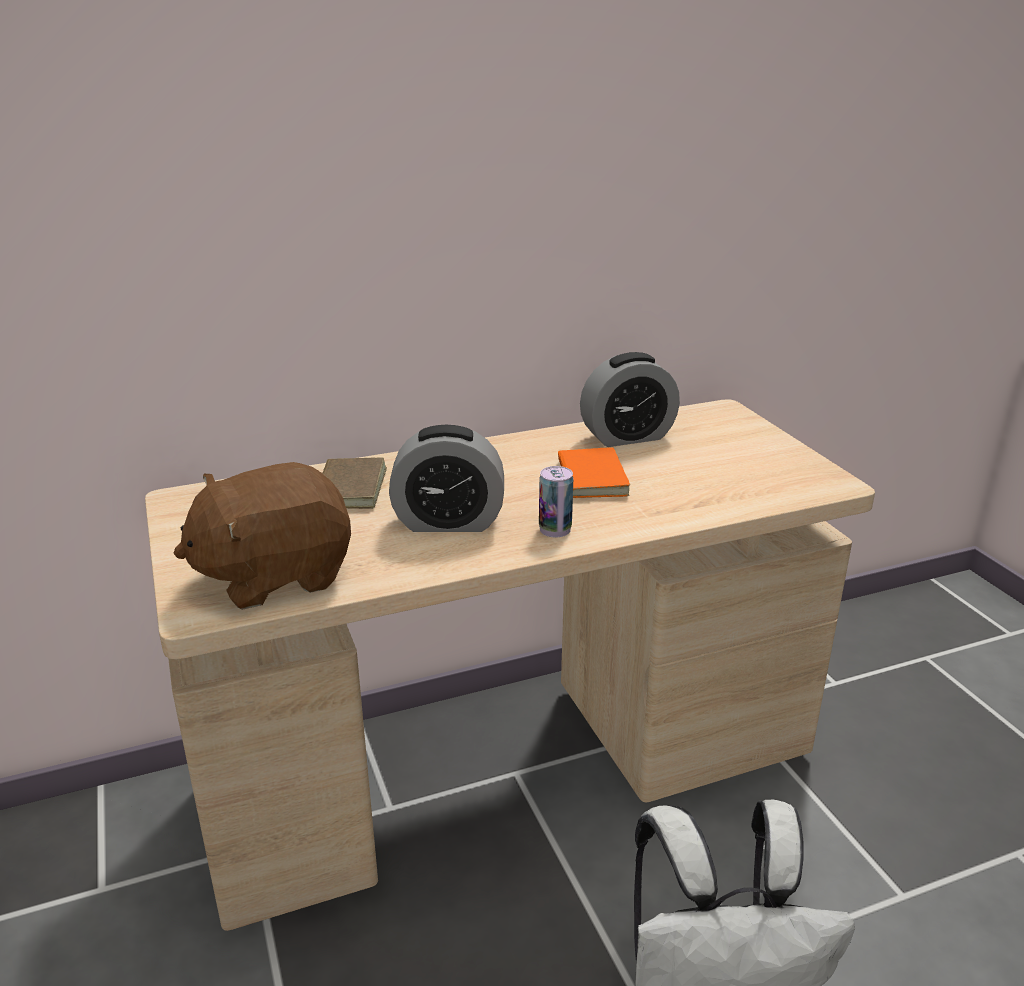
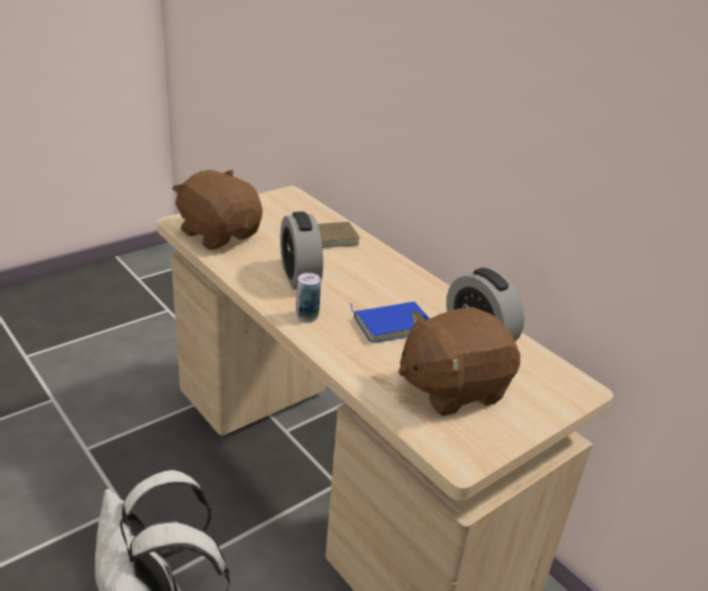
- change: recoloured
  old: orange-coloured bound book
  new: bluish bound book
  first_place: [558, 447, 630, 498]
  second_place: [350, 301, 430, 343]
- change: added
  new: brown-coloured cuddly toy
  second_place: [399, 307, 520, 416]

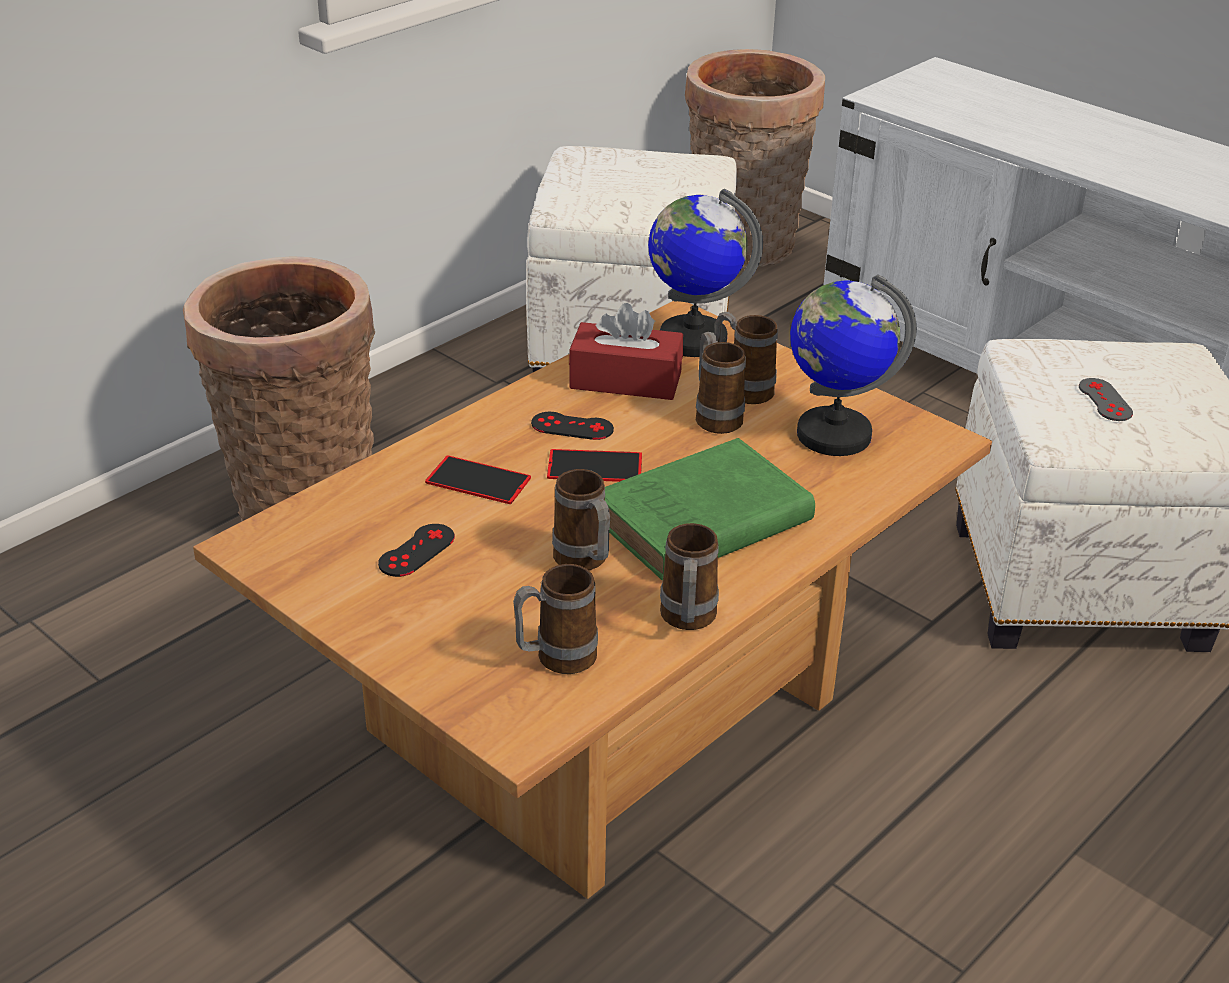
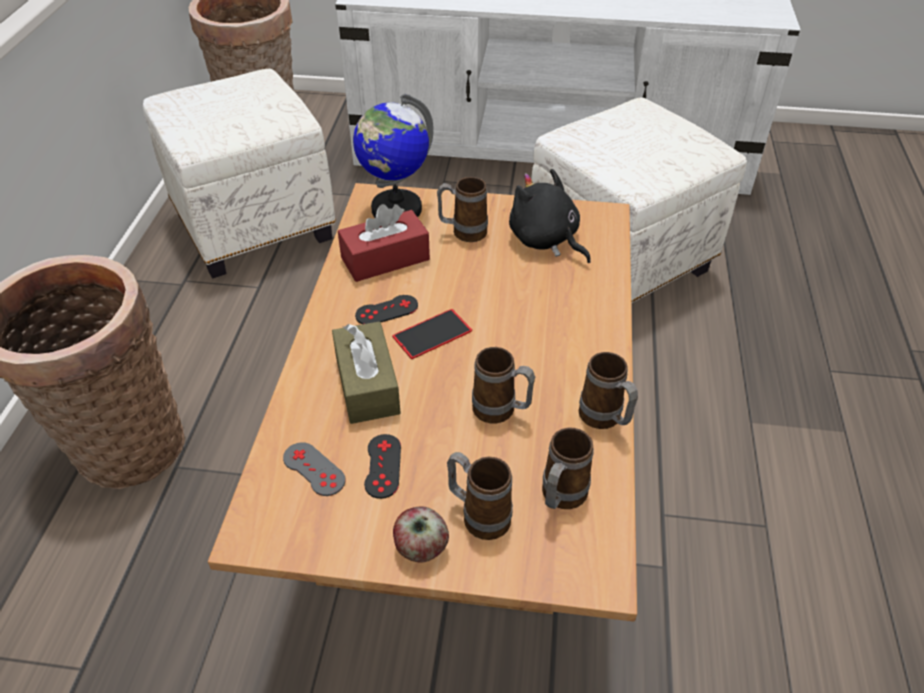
- change: replaced
  old: world globe
  new: black-coloured cuddly toy
  first_place: [790, 275, 917, 456]
  second_place: [509, 169, 591, 263]
- change: moved
  old: coffee mug
  first_place: [696, 332, 746, 434]
  second_place: [447, 452, 513, 540]
- change: moved
  old: grey gamepad
  first_place: [1079, 378, 1133, 421]
  second_place: [283, 442, 346, 496]
- change: removed
  old: green bound book
  first_place: [605, 438, 815, 581]
- change: replaced
  old: phone
  new: brown-coloured box of tissues
  first_place: [425, 456, 531, 504]
  second_place: [332, 321, 401, 424]
- change: added
  new: apple
  second_place: [393, 507, 449, 563]

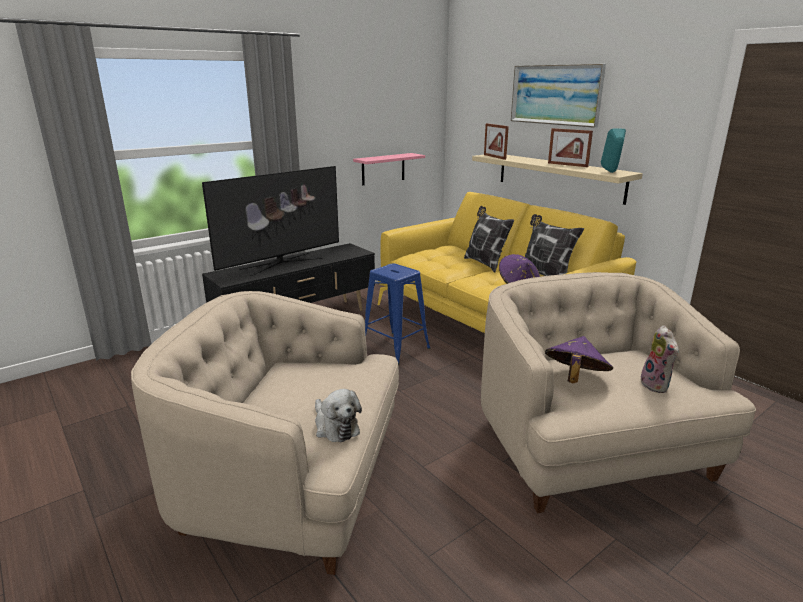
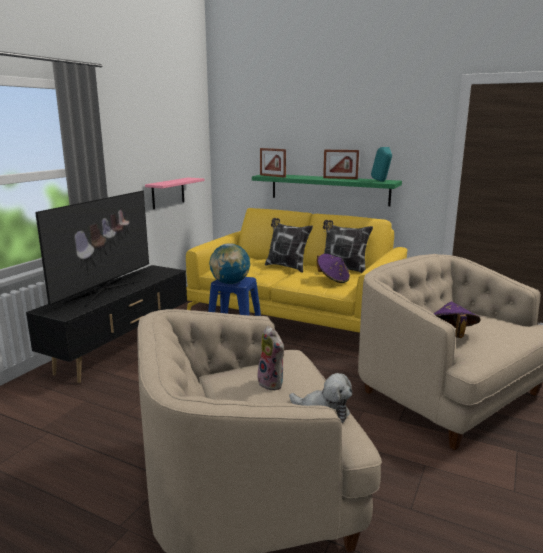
- change: removed
  old: picture
  first_place: [511, 64, 606, 128]
- change: recoloured
  old: beige shelf
  new: green shelf
  first_place: [472, 155, 643, 205]
  second_place: [252, 175, 402, 206]
- change: moved
  old: cuddly toy
  first_place: [641, 325, 679, 393]
  second_place: [258, 326, 284, 390]
- change: added
  new: world globe
  second_place: [209, 243, 250, 284]

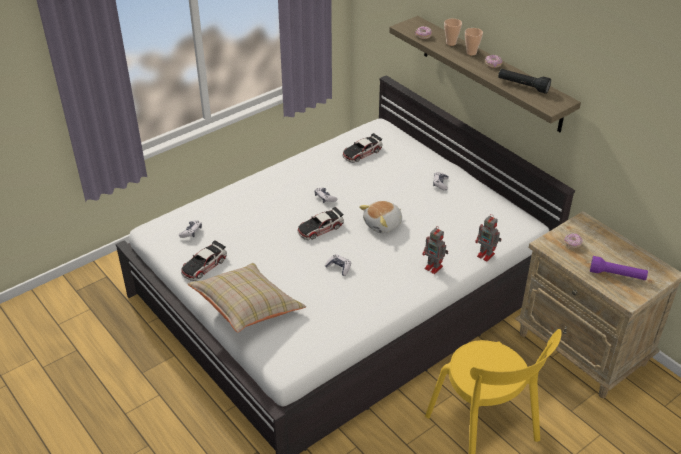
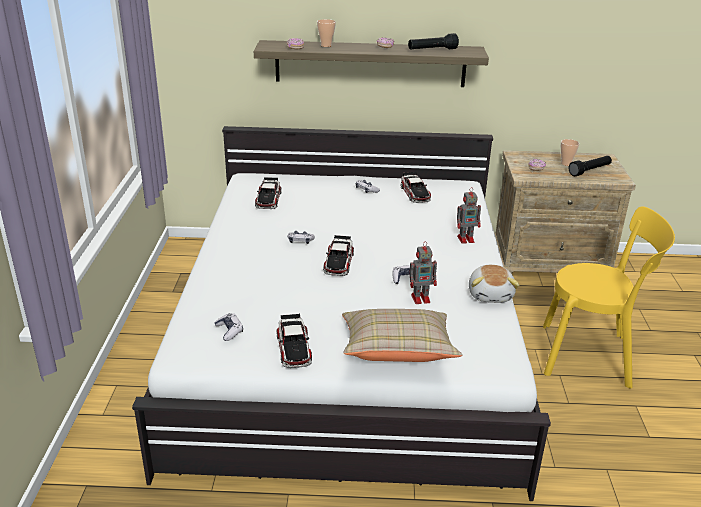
- change: moved
  old: drinking cup
  first_place: [465, 28, 483, 55]
  second_place: [561, 139, 579, 166]
- change: moved
  old: cuddly toy
  first_place: [359, 201, 402, 234]
  second_place: [469, 265, 520, 303]
- change: moved
  old: robot figure
  first_place: [475, 214, 502, 262]
  second_place: [410, 241, 437, 304]
- change: recoloured
  old: purple flashlight
  new: black-coloured flashlight
  first_place: [590, 256, 648, 280]
  second_place: [569, 156, 612, 176]
- change: added
  new: model car
  second_place: [401, 172, 431, 203]

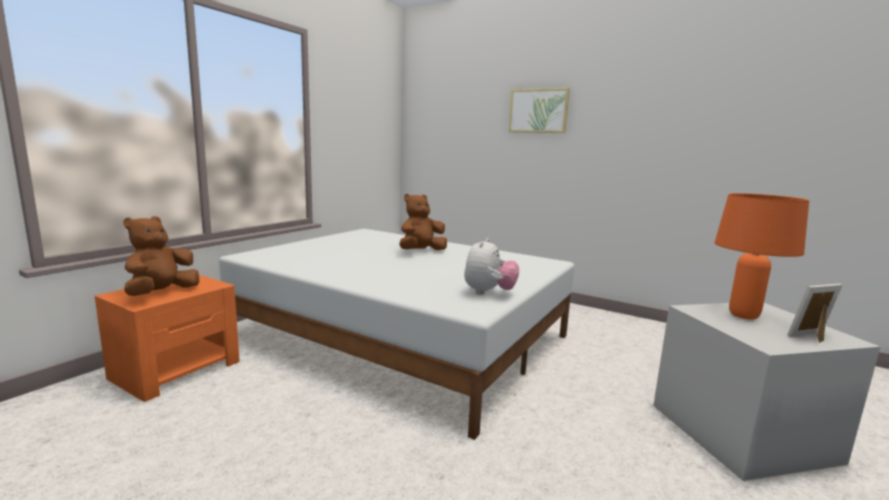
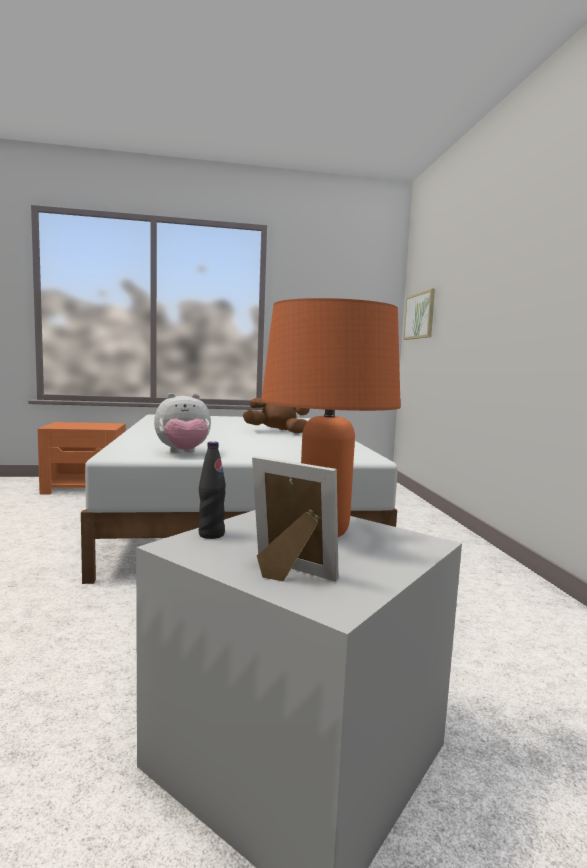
- change: moved
  old: picture
  first_place: [509, 88, 570, 133]
  second_place: [403, 288, 435, 340]
- change: removed
  old: brown-coloured cuddly toy
  first_place: [123, 216, 199, 296]
- change: added
  new: black-coloured bottle
  second_place: [199, 441, 226, 539]

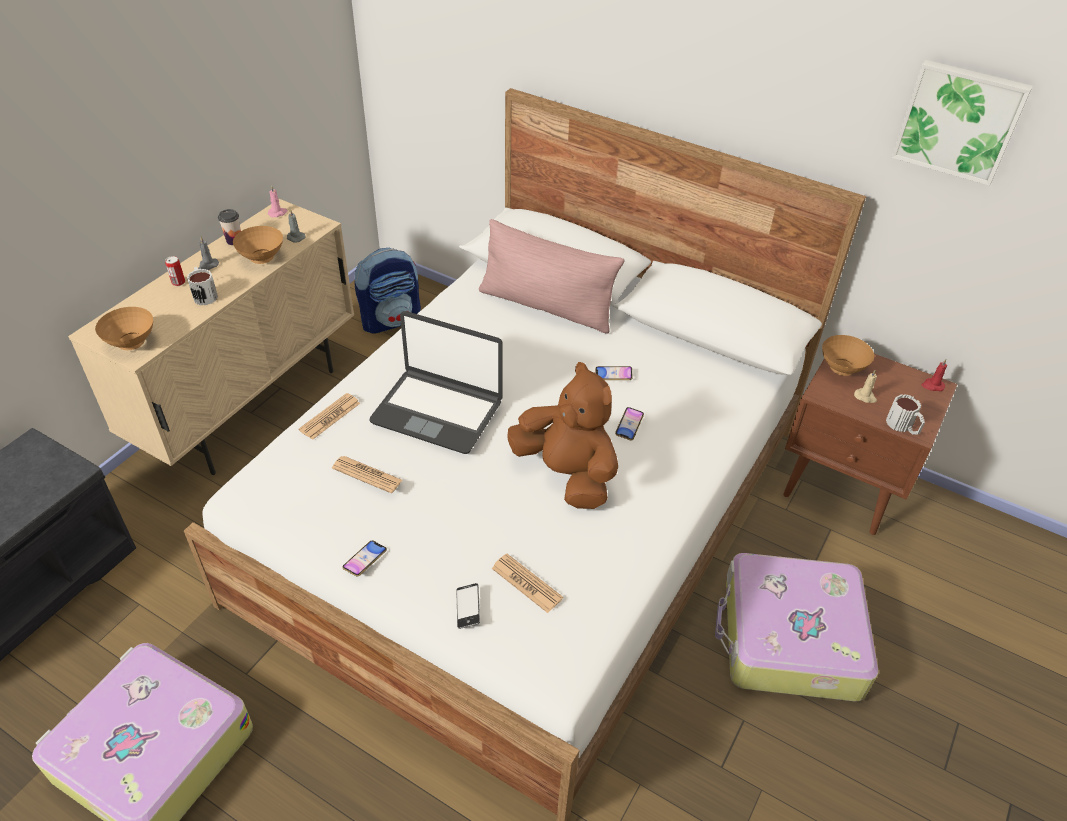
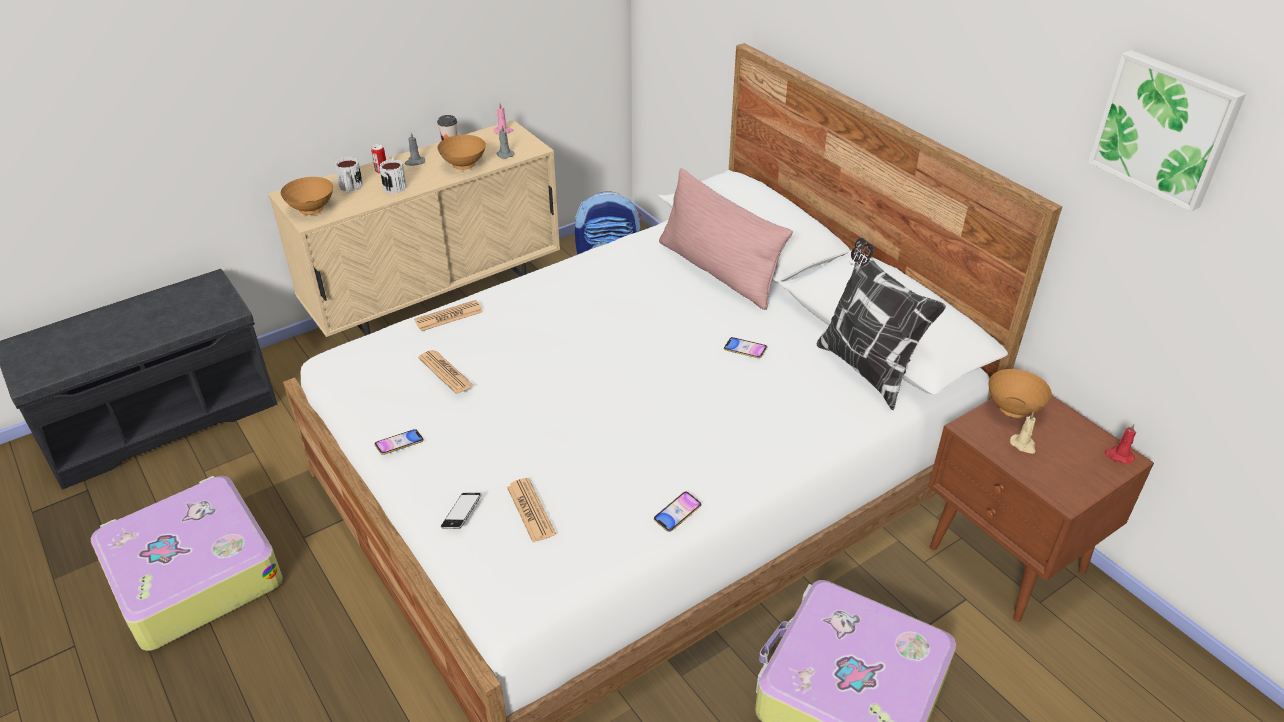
- change: removed
  old: portable computer
  first_place: [369, 311, 502, 454]
- change: removed
  old: brown-coloured cuddly toy
  first_place: [507, 362, 618, 509]
- change: moved
  old: coffee mug
  first_place: [886, 394, 925, 435]
  second_place: [335, 157, 363, 194]
- change: moved
  old: phone
  first_place: [615, 407, 644, 440]
  second_place: [654, 492, 701, 532]
- change: added
  new: throw pillow
  second_place: [817, 238, 946, 410]

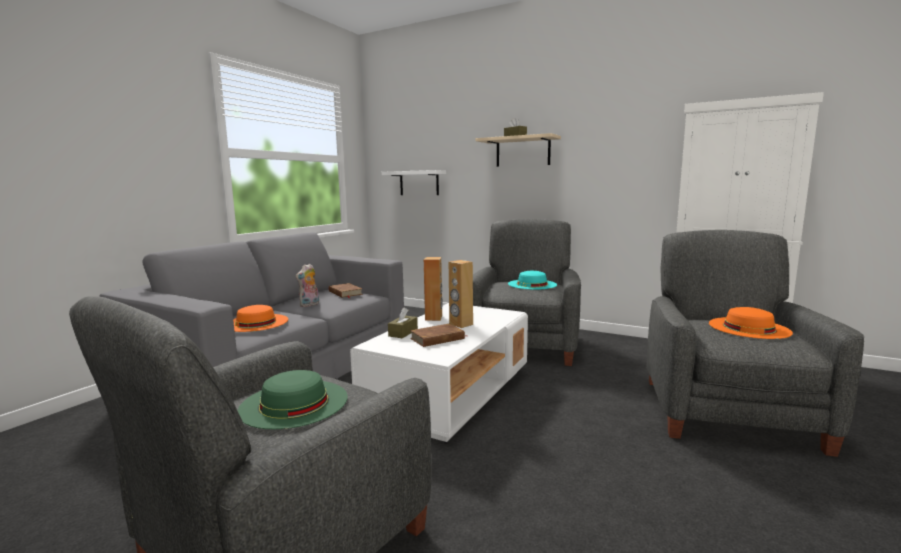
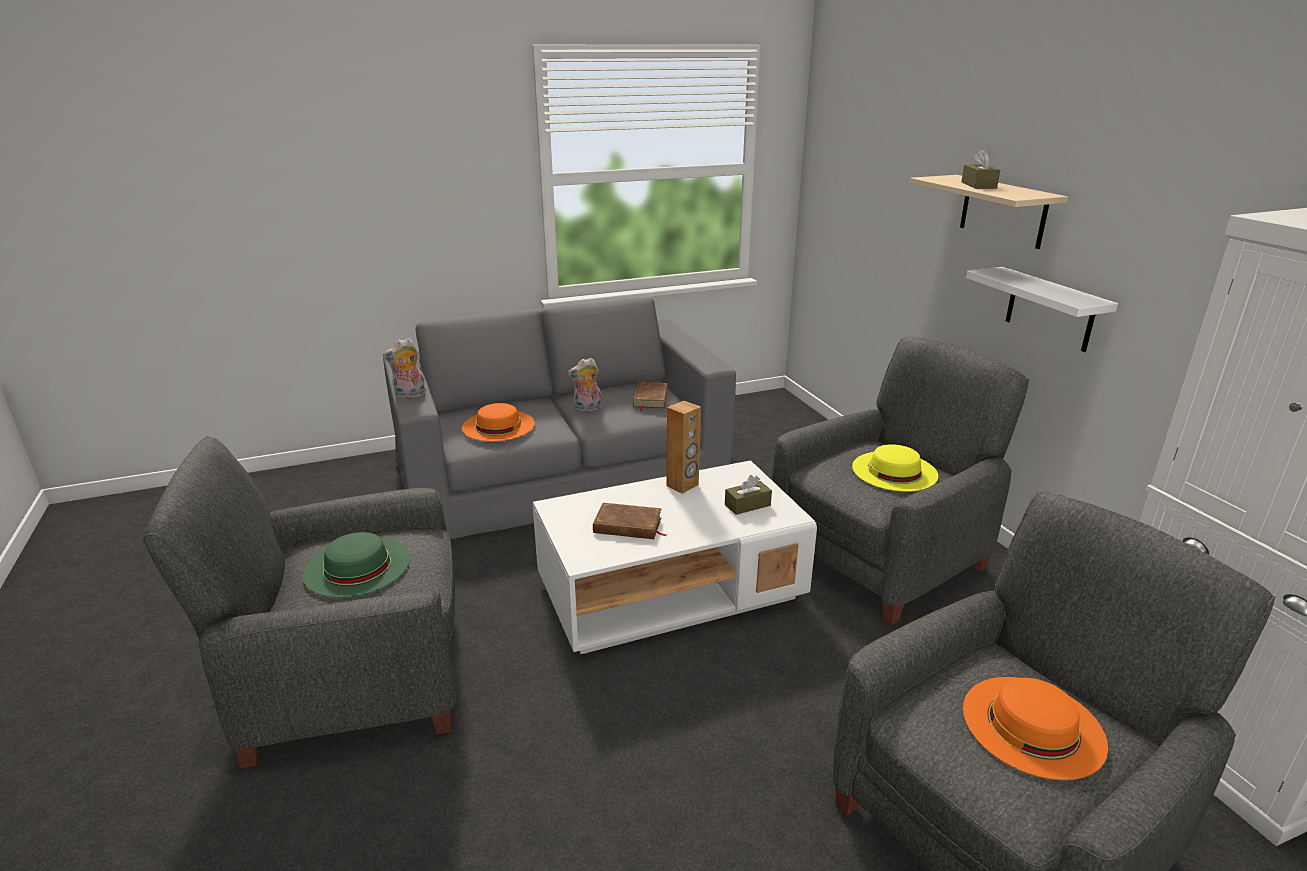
- change: moved
  old: white-coloured shelf
  first_place: [382, 170, 446, 195]
  second_place: [966, 267, 1118, 352]
- change: removed
  old: brown-coloured audio speaker
  first_place: [449, 260, 473, 328]
- change: recoloured
  old: turquoise wearable hat
  new: yellowish wearable hat
  first_place: [508, 271, 557, 290]
  second_place: [852, 444, 938, 492]
- change: moved
  old: brown-coloured box of tissues
  first_place: [388, 307, 418, 338]
  second_place: [725, 475, 772, 515]
- change: added
  new: cuddly toy
  second_place: [383, 338, 426, 400]

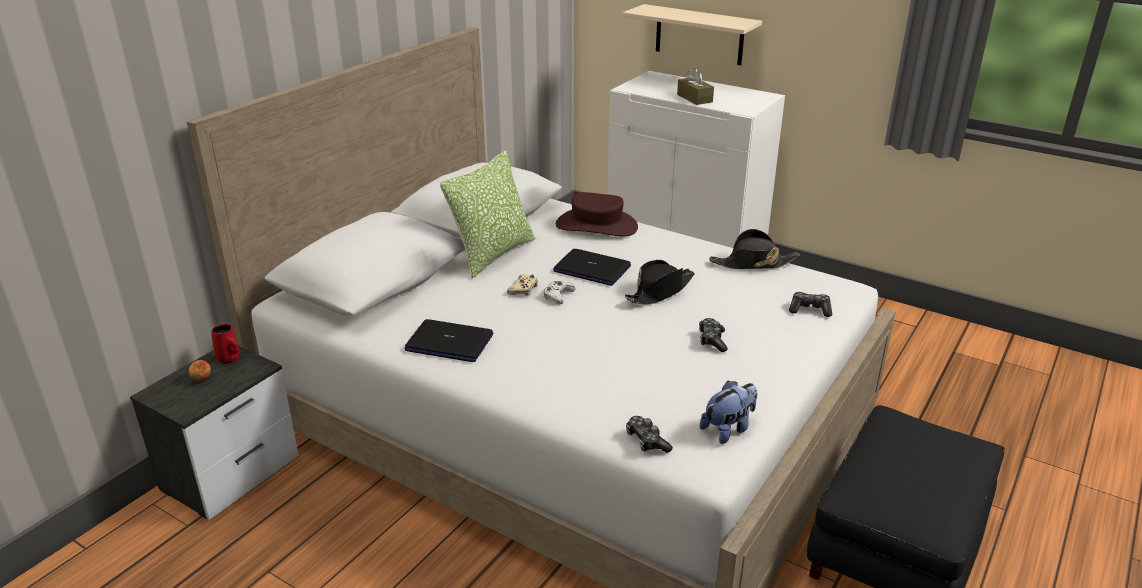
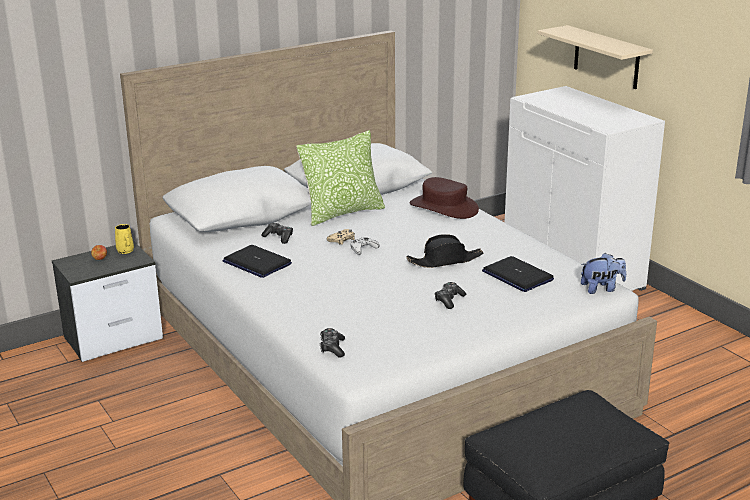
- change: removed
  old: brown-coloured box of tissues
  first_place: [677, 68, 714, 105]
- change: removed
  old: black-coloured wearable hat
  first_place: [709, 229, 800, 269]
- change: moved
  old: portable computer
  first_place: [553, 249, 631, 286]
  second_place: [482, 256, 554, 292]
- change: moved
  old: gamepad
  first_place: [789, 292, 832, 317]
  second_place: [261, 223, 293, 244]
- change: recoloured
  old: red coffee mug
  new: yellowish coffee mug
  first_place: [211, 324, 240, 364]
  second_place: [115, 224, 134, 254]
- change: moved
  old: cuddly toy
  first_place: [700, 381, 758, 444]
  second_place: [581, 253, 626, 294]

